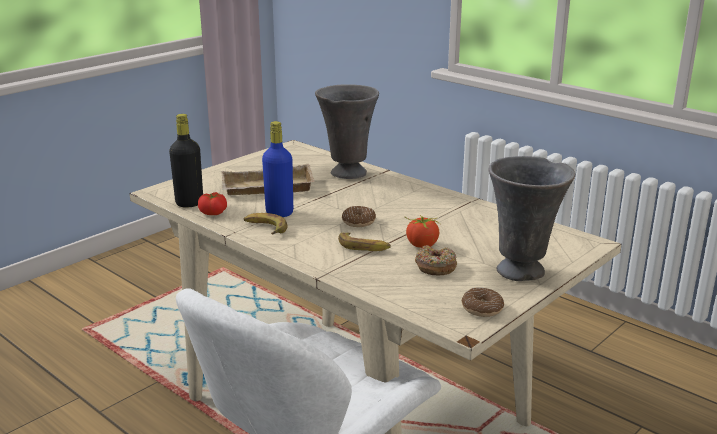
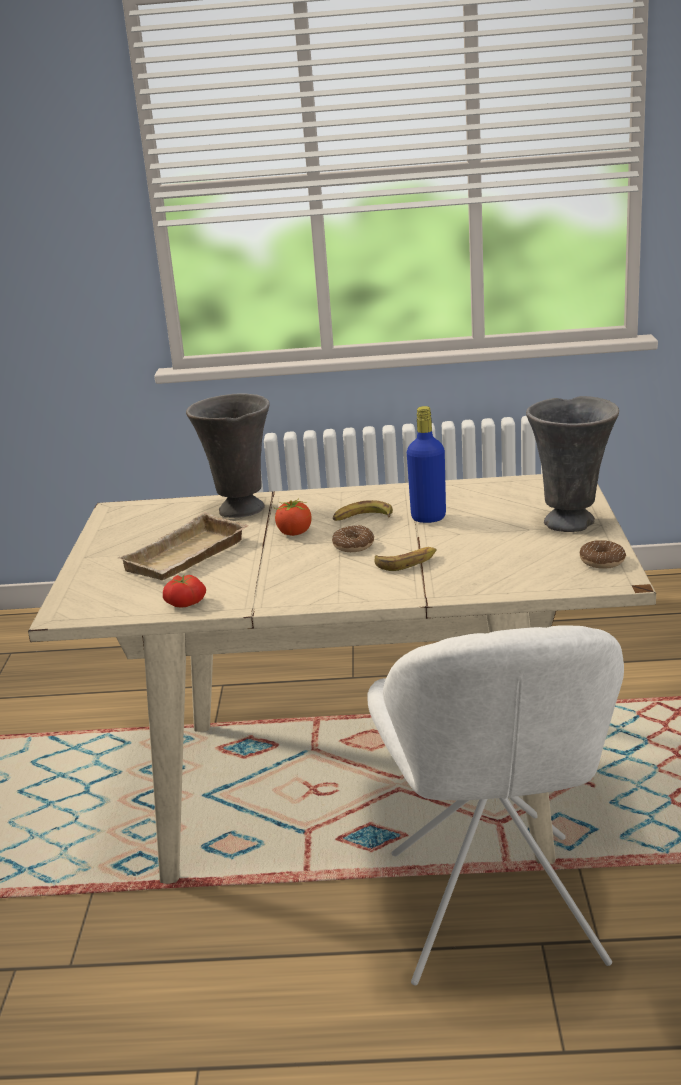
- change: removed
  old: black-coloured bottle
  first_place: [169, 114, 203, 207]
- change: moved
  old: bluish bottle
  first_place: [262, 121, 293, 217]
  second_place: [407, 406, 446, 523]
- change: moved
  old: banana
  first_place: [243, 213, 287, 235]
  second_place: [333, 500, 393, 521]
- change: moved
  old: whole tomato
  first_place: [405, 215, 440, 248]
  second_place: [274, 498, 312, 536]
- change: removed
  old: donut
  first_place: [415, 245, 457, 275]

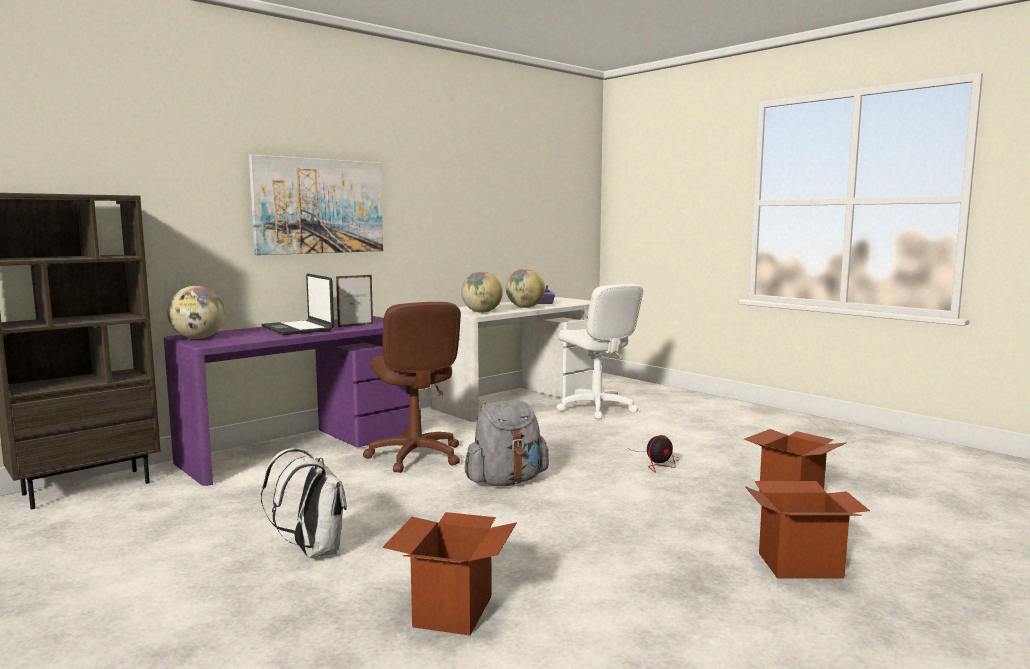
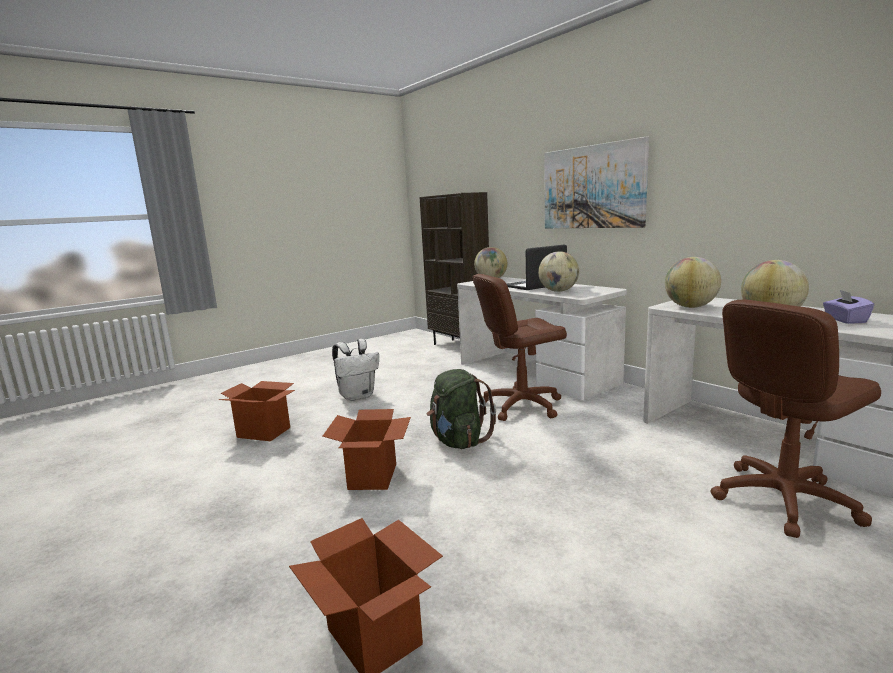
- change: replaced
  old: picture frame
  new: world globe
  first_place: [336, 275, 373, 327]
  second_place: [538, 251, 579, 292]
- change: recoloured
  old: white-coloured desk chair
  new: brown-coloured desk chair
  first_place: [556, 284, 643, 419]
  second_place: [711, 300, 881, 538]
- change: recoloured
  old: purple desk table
  new: white-coloured desk table
  first_place: [164, 316, 410, 486]
  second_place: [457, 277, 627, 400]
- change: recoloured
  old: grey backpack
  new: green backpack
  first_place: [464, 400, 549, 486]
  second_place: [426, 369, 496, 449]
- change: removed
  old: electric fan
  first_place: [627, 435, 680, 473]
- change: moved
  old: packing box
  first_place: [745, 481, 870, 579]
  second_place: [322, 409, 411, 490]

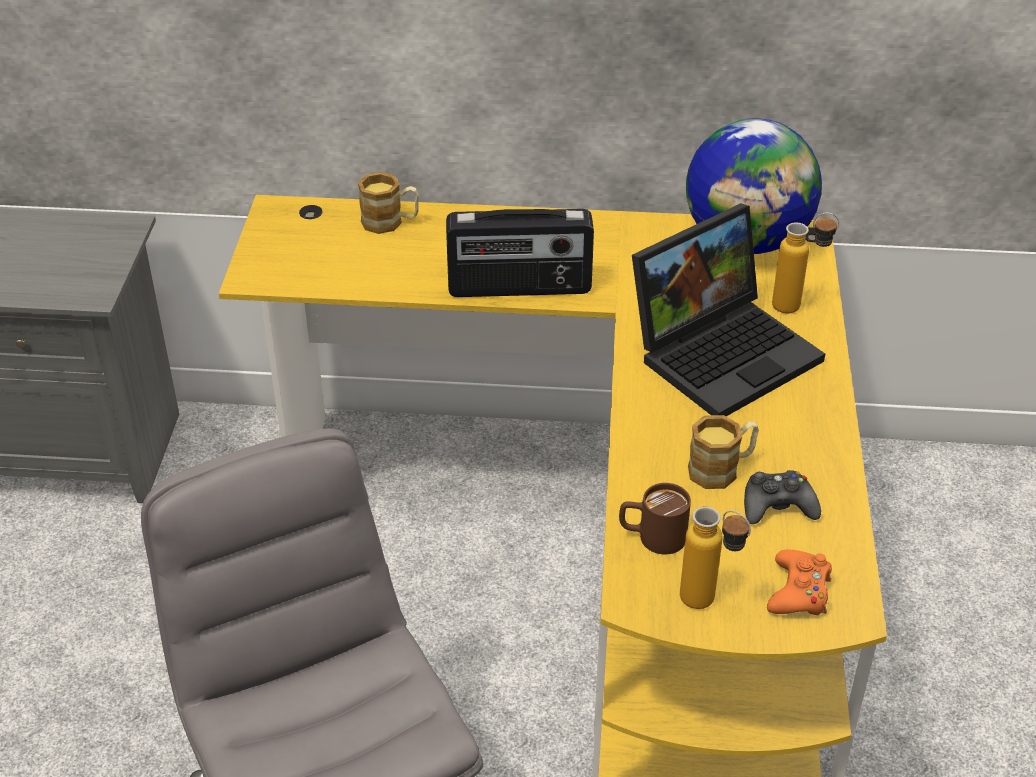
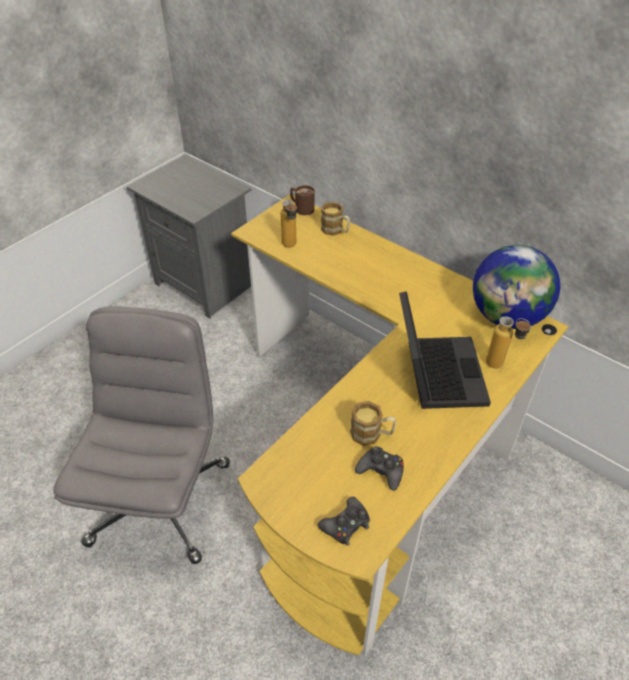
- change: turned
  old: portable computer
  first_place: [632, 203, 825, 416]
  second_place: [399, 291, 491, 409]
  degrees: -90
- change: removed
  old: radio receiver
  first_place: [446, 209, 594, 297]
- change: moved
  old: brown-coloured coffee mug
  first_place: [619, 483, 691, 554]
  second_place: [290, 185, 315, 215]
- change: moved
  old: bottle
  first_place: [680, 507, 751, 609]
  second_place: [281, 200, 297, 248]
- change: recoloured
  old: orange-coloured gamepad
  new: black-coloured gamepad
  first_place: [767, 550, 832, 615]
  second_place: [318, 497, 370, 546]

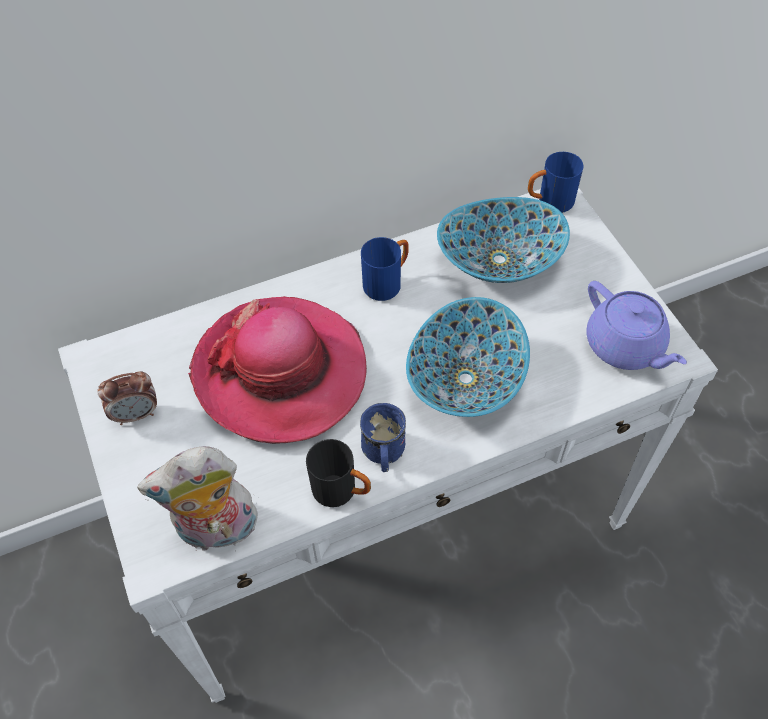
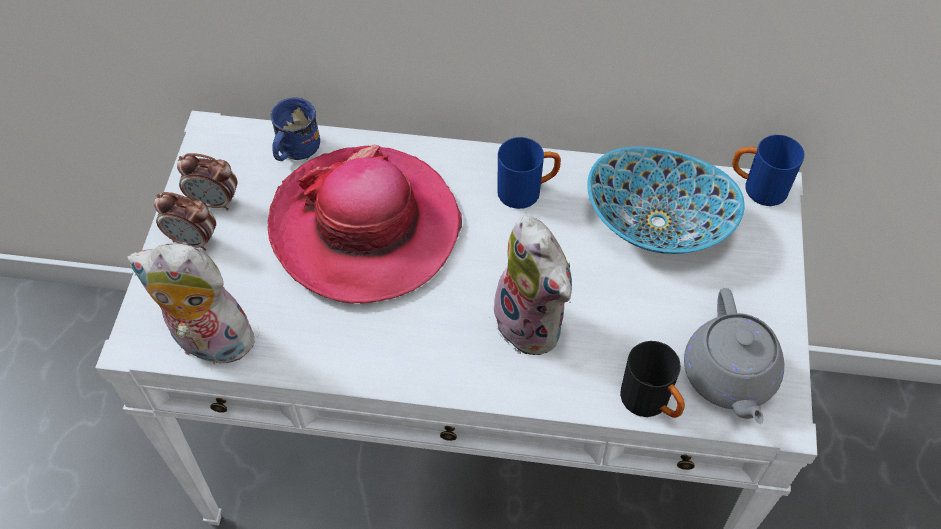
- change: recoloured
  old: purple tea pot
  new: grey tea pot
  first_place: [586, 281, 687, 370]
  second_place: [684, 288, 784, 424]
- change: replaced
  old: bowl
  new: cuddly toy
  first_place: [406, 297, 530, 417]
  second_place: [490, 215, 572, 355]
- change: moved
  old: bluish coffee mug
  first_place: [360, 403, 406, 472]
  second_place: [271, 97, 320, 161]
- change: moved
  old: black-coloured coffee mug
  first_place: [306, 439, 371, 507]
  second_place: [620, 341, 685, 418]
- change: added
  new: table clock
  second_place: [154, 192, 216, 251]

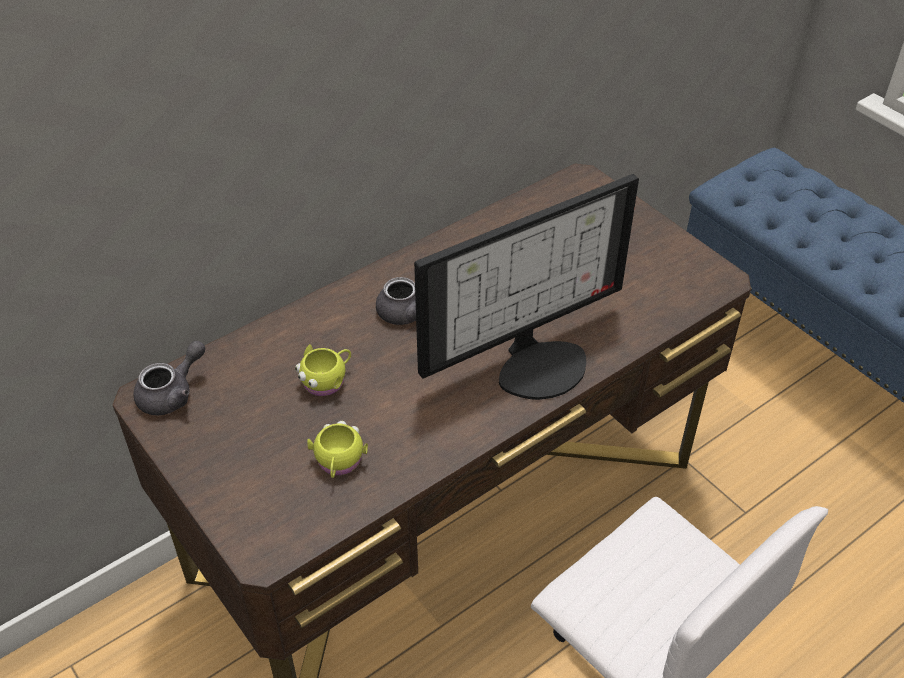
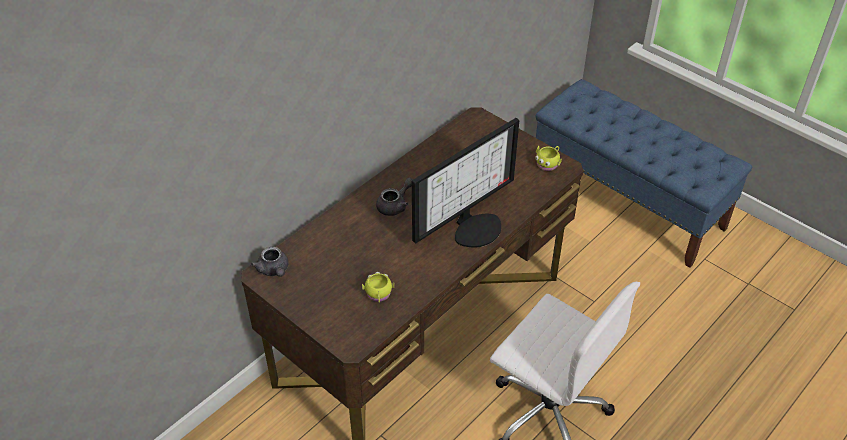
- change: turned
  old: grey tea pot
  first_place: [134, 341, 205, 415]
  second_place: [251, 247, 288, 277]
  degrees: 120
- change: moved
  old: yellowish coffee mug
  first_place: [295, 344, 351, 396]
  second_place: [535, 146, 562, 171]

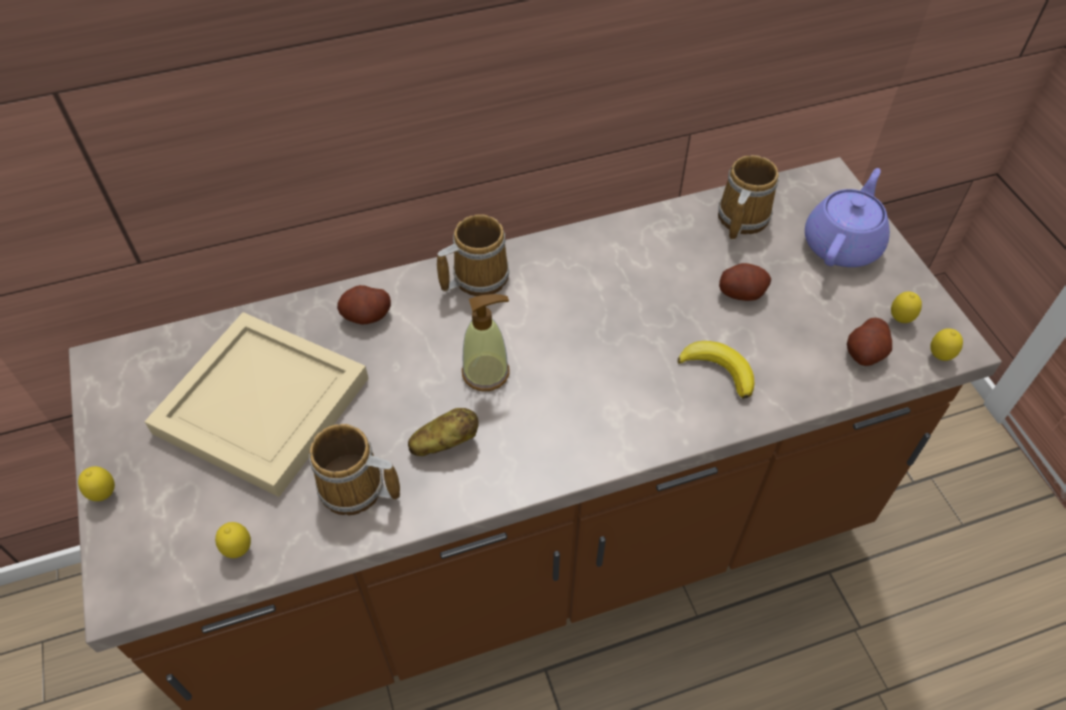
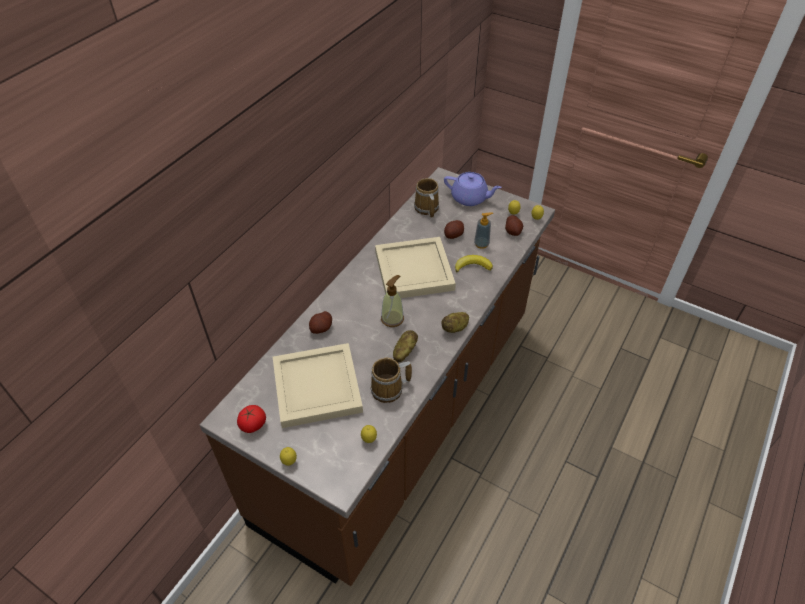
- change: turned
  old: purple tea pot
  first_place: [805, 168, 890, 267]
  second_place: [444, 172, 502, 206]
  degrees: 120
- change: removed
  old: coffee mug
  first_place: [437, 214, 509, 296]
- change: added
  new: soap dispenser
  second_place: [474, 212, 493, 249]
- change: added
  new: beige tray
  second_place: [375, 237, 456, 298]
- change: added
  new: spud
  second_place: [442, 312, 469, 333]
- change: added
  new: whole tomato
  second_place: [237, 405, 266, 433]

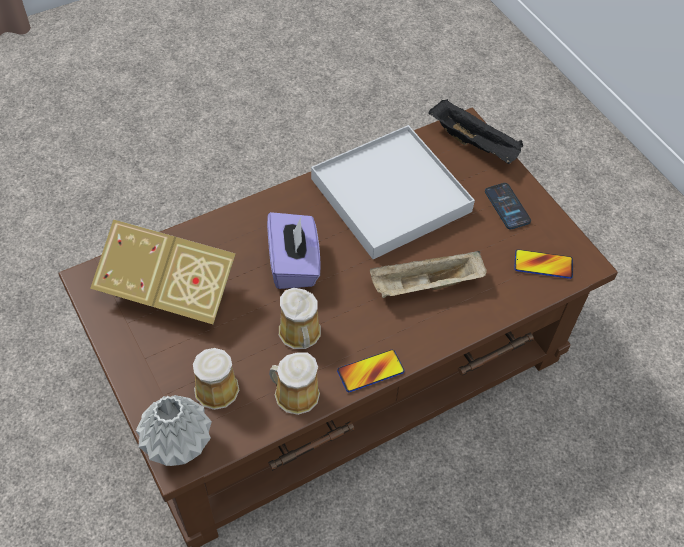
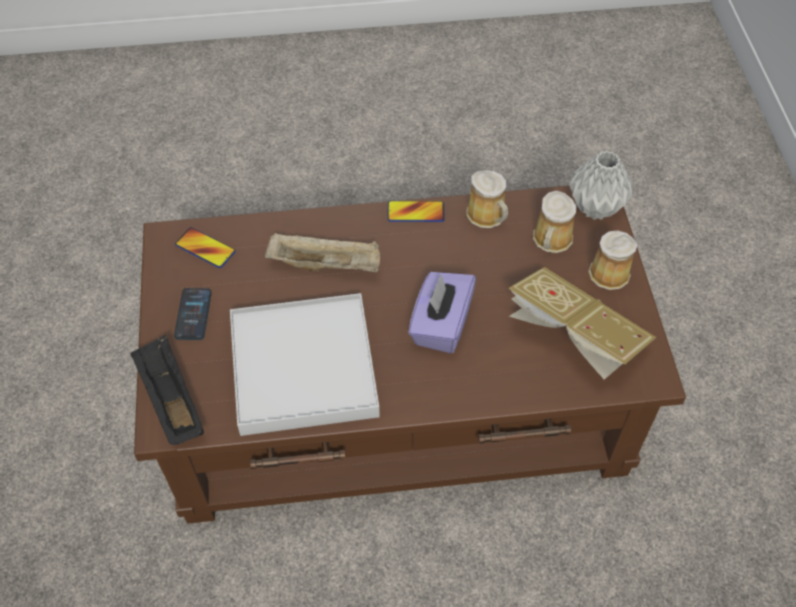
- change: moved
  old: coffee mug
  first_place: [279, 288, 321, 349]
  second_place: [589, 230, 638, 290]

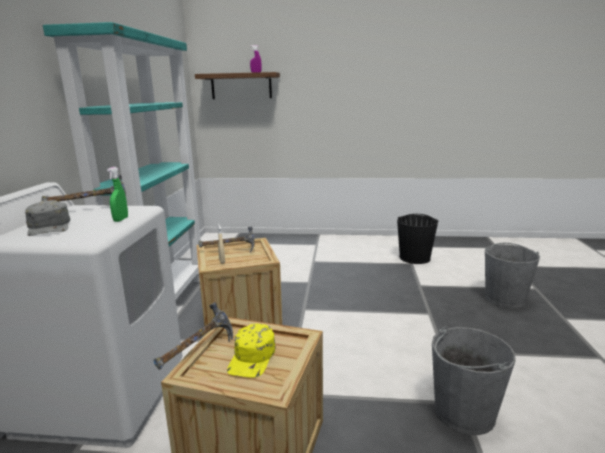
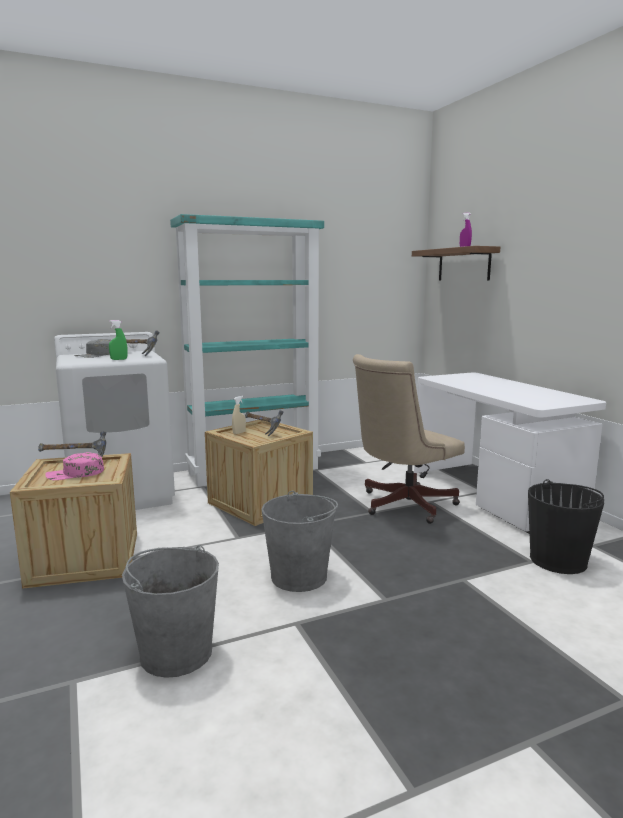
- change: moved
  old: grey bucket
  first_place: [485, 243, 540, 308]
  second_place: [262, 491, 338, 592]
- change: recoloured
  old: yellowish baseball cap
  new: pink baseball cap
  first_place: [227, 323, 276, 378]
  second_place: [45, 452, 104, 480]
- change: added
  new: beige desk chair
  second_place: [353, 354, 465, 524]
- change: added
  new: white-coloured desk table
  second_place: [414, 373, 606, 534]

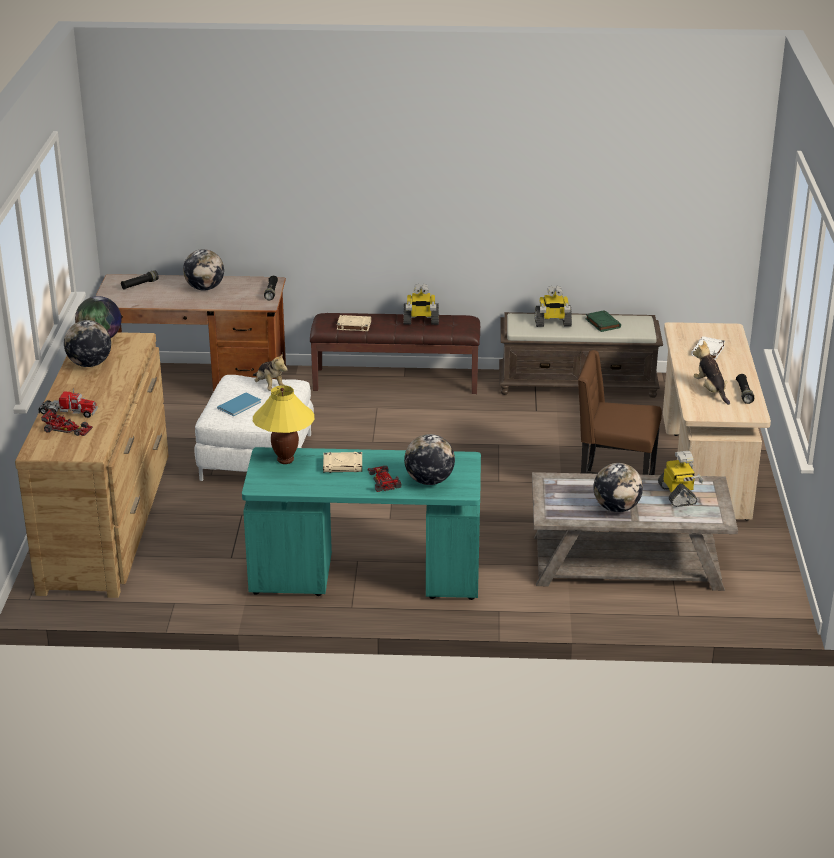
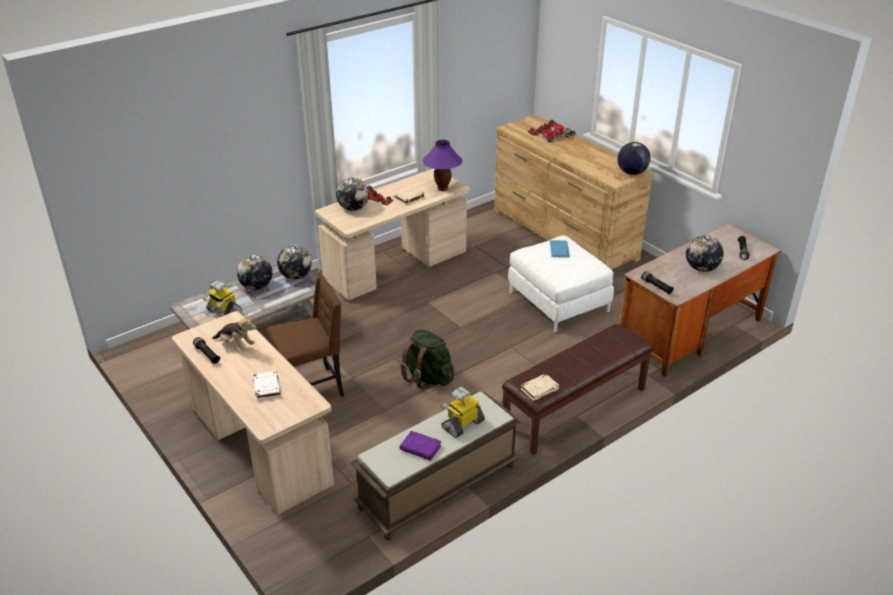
- change: removed
  old: robot figure
  first_place: [404, 284, 439, 325]
- change: recoloured
  old: green bound book
  new: purple bound book
  first_place: [586, 310, 621, 332]
  second_place: [400, 431, 442, 461]
- change: moved
  old: beige bound book
  first_place: [337, 315, 371, 331]
  second_place: [521, 374, 560, 401]
- change: moved
  old: world globe
  first_place: [64, 320, 111, 367]
  second_place: [277, 245, 312, 279]
- change: removed
  old: cuddly toy
  first_place: [253, 353, 288, 391]
- change: recoloured
  old: yellowish table lamp
  new: purple table lamp
  first_place: [253, 385, 315, 464]
  second_place: [423, 140, 462, 191]
- change: recoloured
  old: turquoise desk table
  new: beige desk table
  first_place: [242, 447, 481, 600]
  second_place: [315, 169, 469, 300]
- change: added
  new: green backpack
  second_place: [400, 330, 454, 390]

